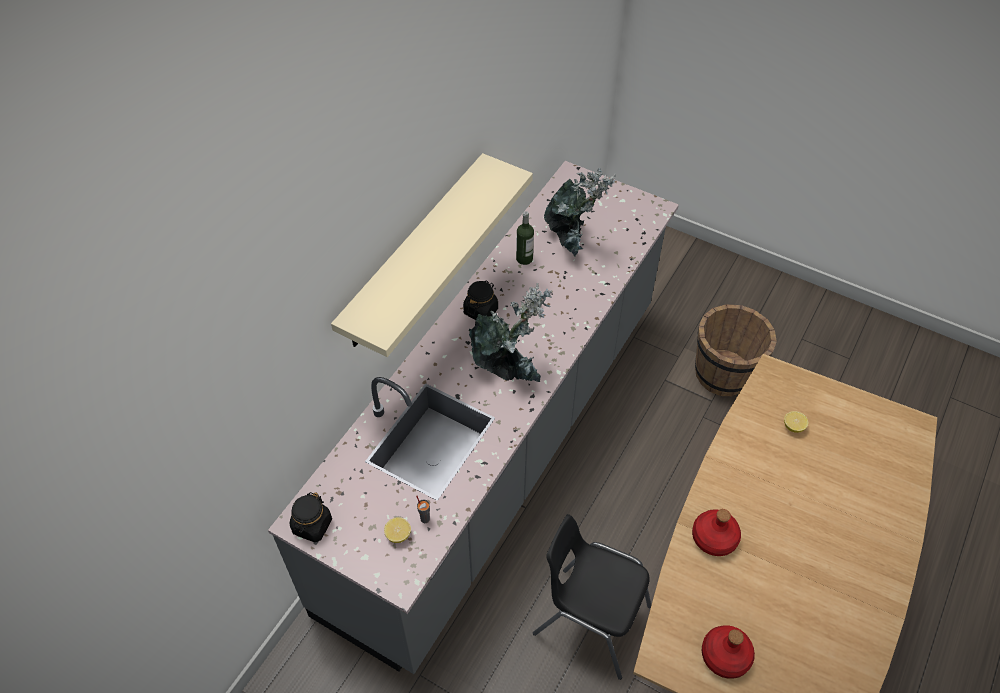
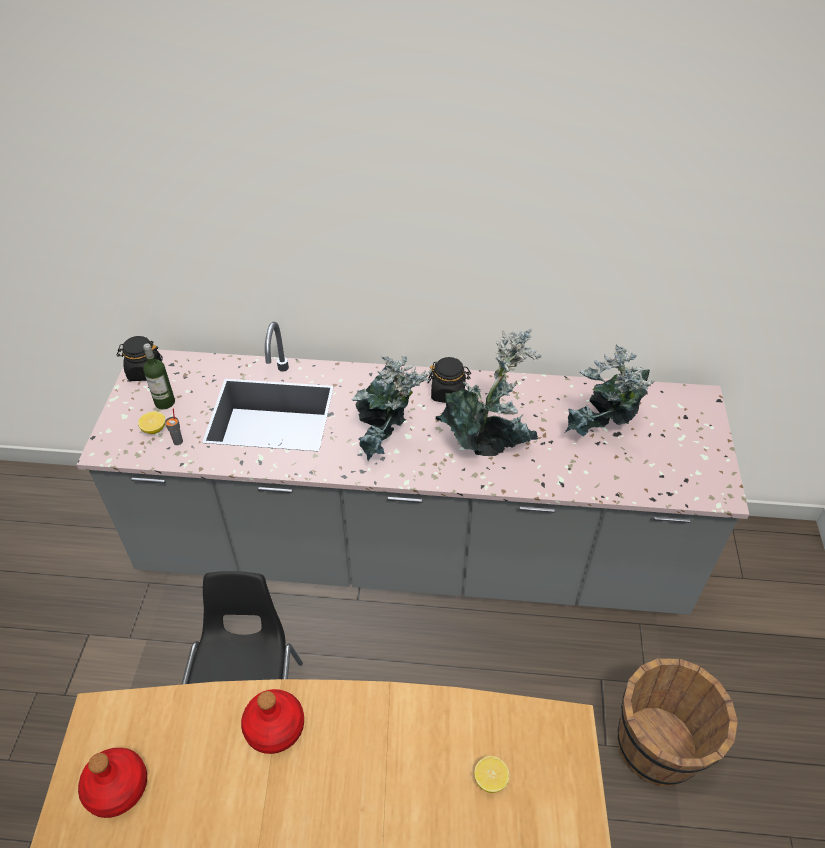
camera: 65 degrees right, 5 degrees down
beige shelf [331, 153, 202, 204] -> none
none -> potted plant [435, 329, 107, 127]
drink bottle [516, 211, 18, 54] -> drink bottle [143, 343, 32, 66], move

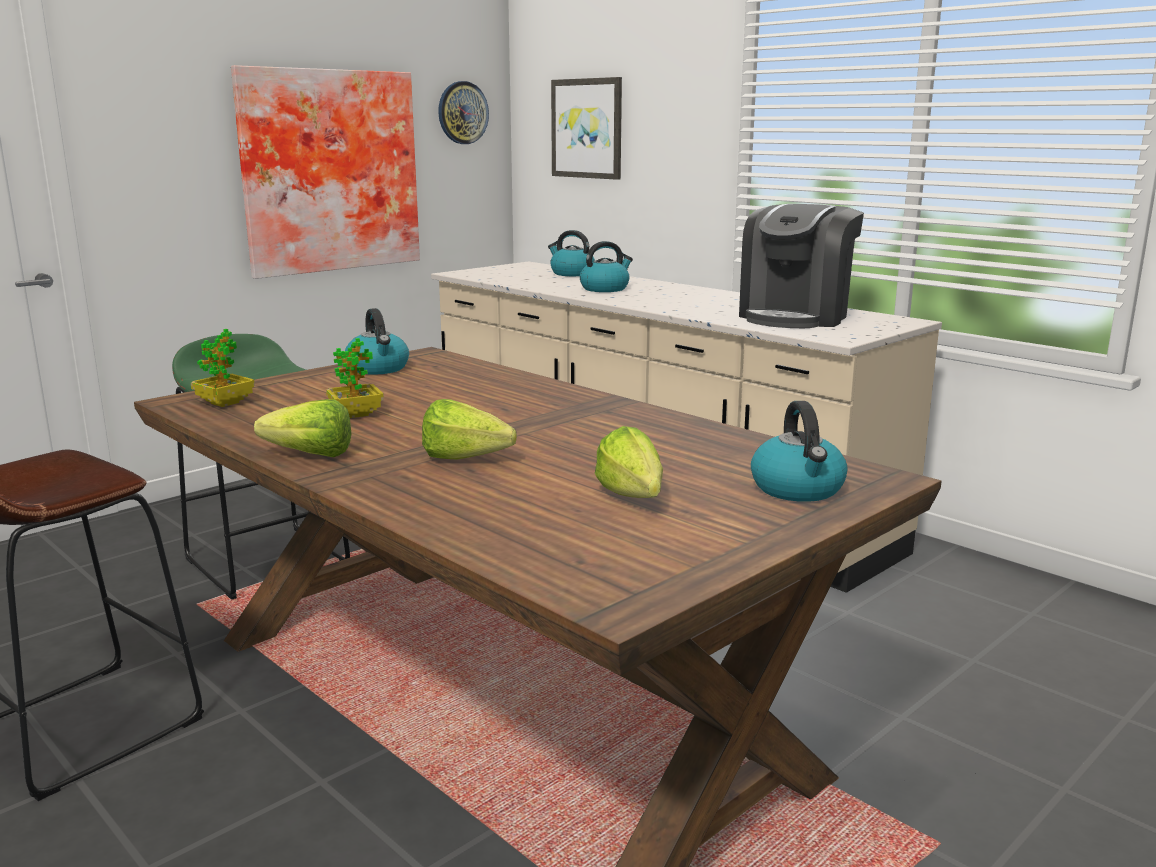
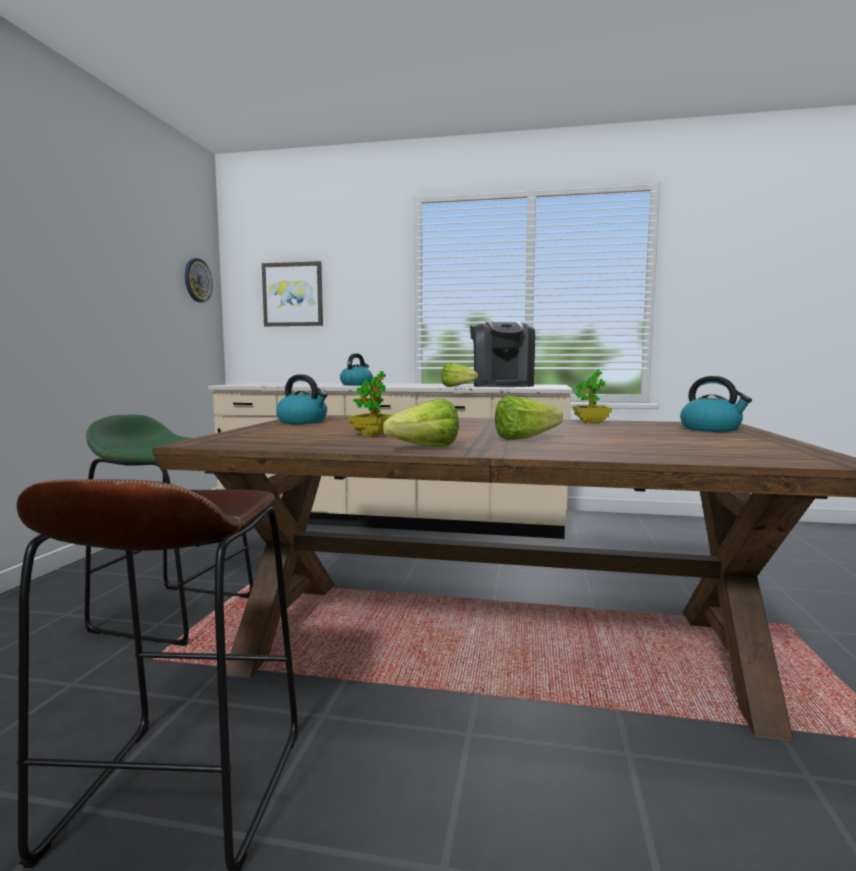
camera: 35 degrees left, 10 degrees down
wall picture [231, 65, 189, 214] -> none
tea kettle [548, 230, 47, 46] -> none
potted plant [191, 329, 64, 78] -> potted plant [573, 370, 39, 54], move
lettuce [595, 426, 68, 72] -> lettuce [441, 362, 37, 25], move

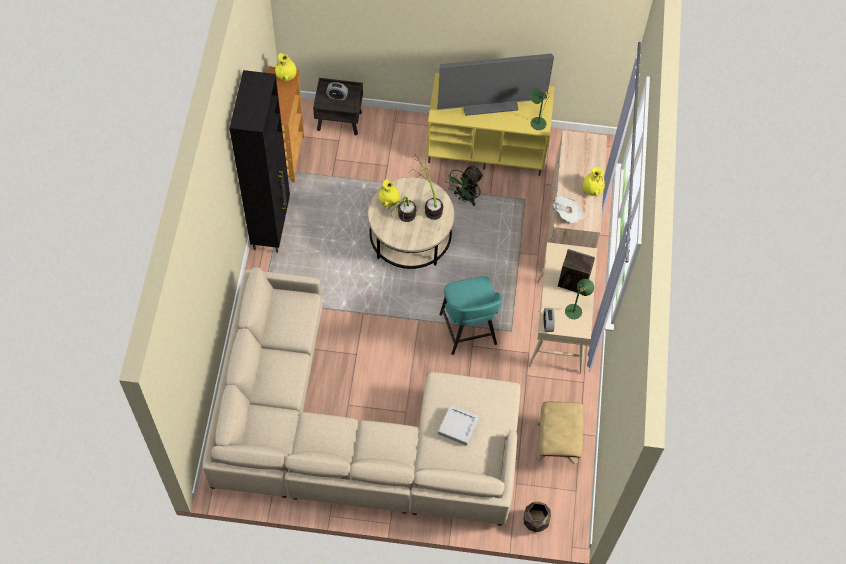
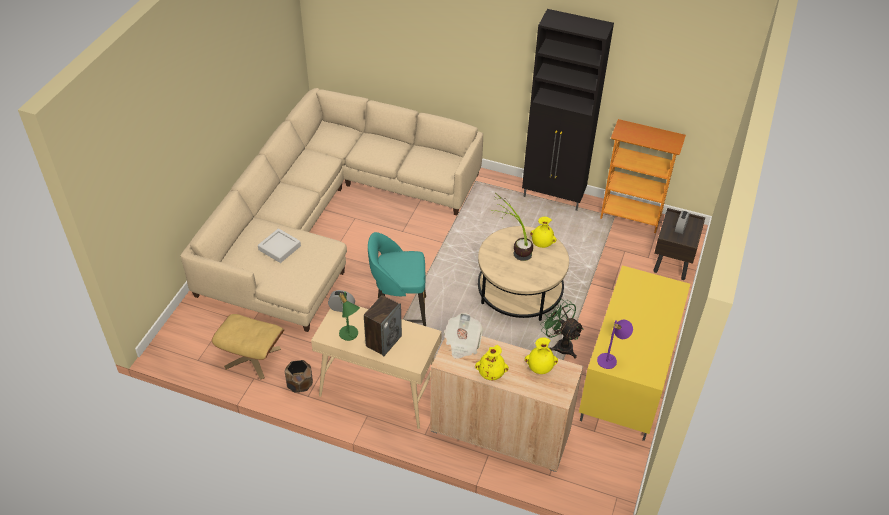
camera: 105 degrees right, 15 degrees down
potted plant [411, 154, 32, 66] -> none
TV set [437, 53, 117, 63] -> none
yellow decorative vase [275, 53, 22, 28] -> yellow decorative vase [525, 337, 33, 37], move
brownish flower pot [524, 502, 27, 30] -> brownish flower pot [285, 360, 28, 33], move
green-coloured lamp for a table [530, 88, 18, 42] -> purple lamp for a table [597, 320, 36, 49]

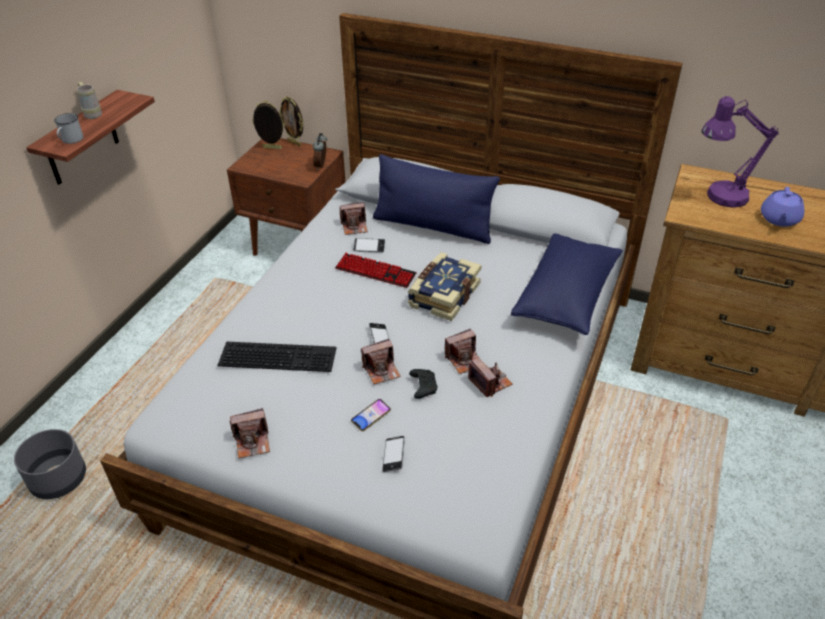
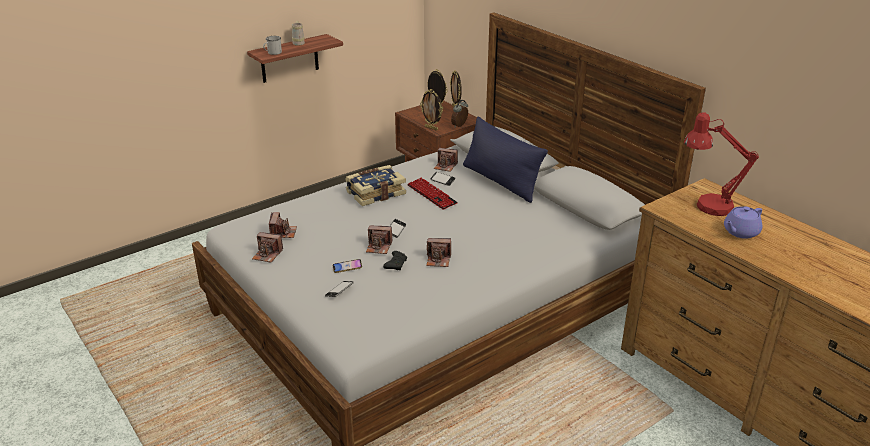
camera: 30 degrees right, 10 degrees down
gray flower pot [14, 429, 72, 70] -> none
keyboard [218, 341, 119, 31] -> none
blue-coloured cushion [511, 233, 112, 102] -> none
none -> picture frame [420, 89, 23, 42]
book [408, 252, 73, 69] -> book [345, 165, 61, 41], move
photo camera [468, 358, 45, 39] -> photo camera [269, 212, 28, 26], move
purple lamp for a table [702, 96, 77, 112] -> red-coloured lamp for a table [684, 112, 75, 104]

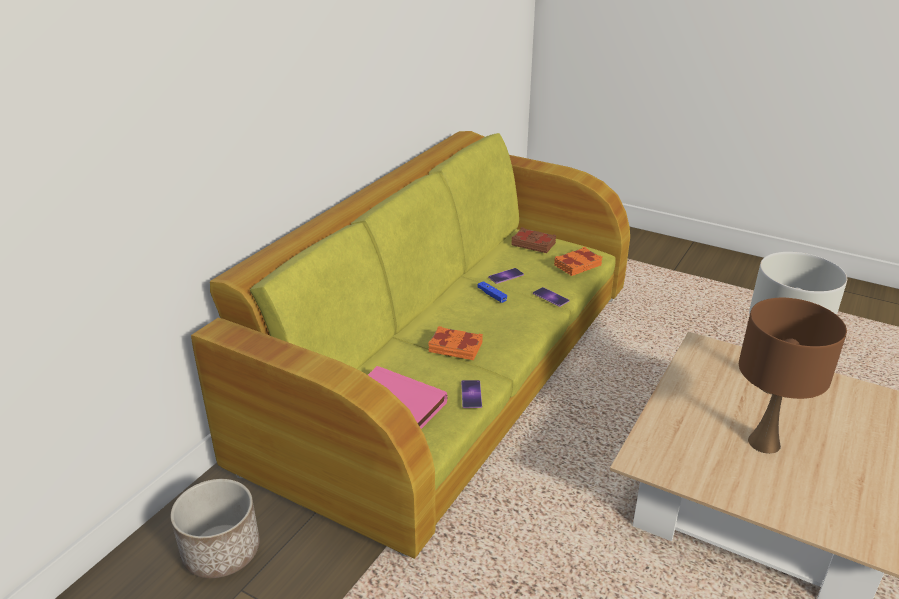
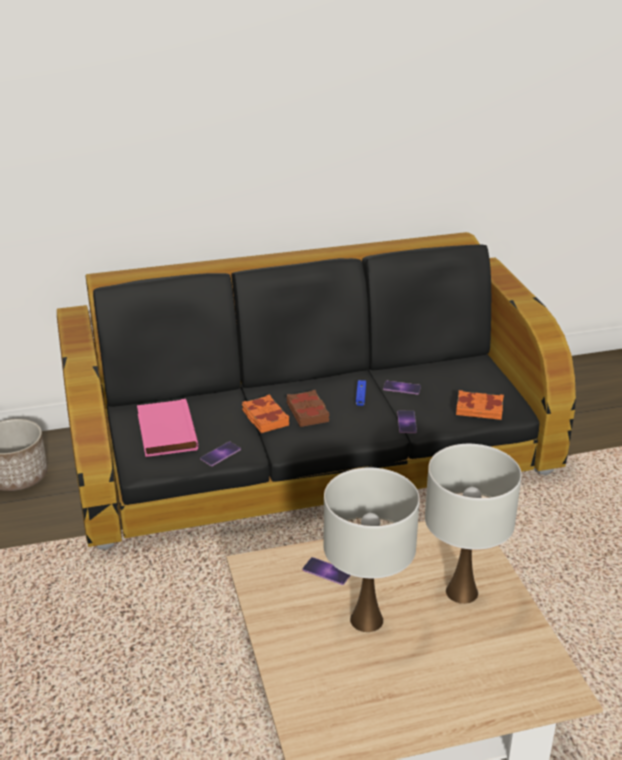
camera: 45 degrees right, 0 degrees up
none -> phone [302, 557, 49, 28]
brownish book [512, 227, 44, 26] -> brownish book [287, 390, 43, 37], move
green-coloured sofa [191, 131, 439, 428] -> black sofa [57, 232, 519, 318]
brownish lamp for a table [739, 298, 108, 156] -> white-coloured lamp for a table [323, 467, 97, 165]

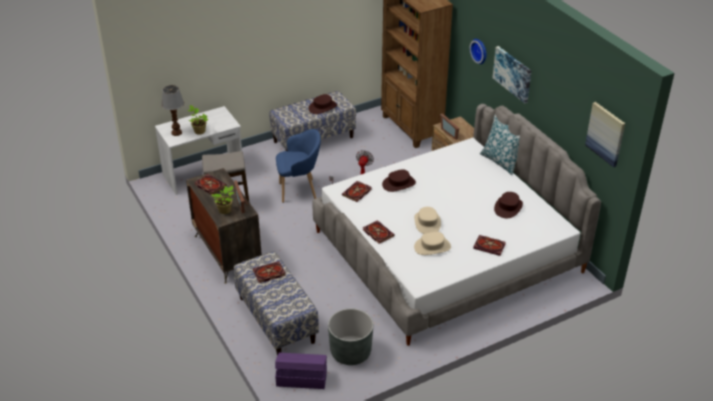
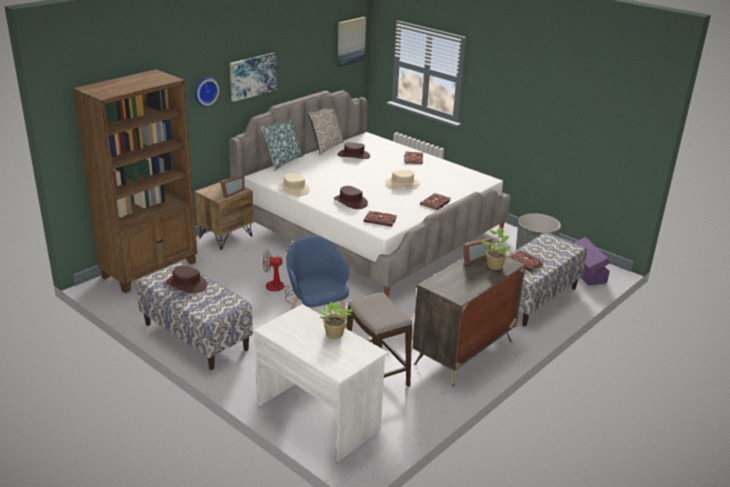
camera: 110 degrees left, 10 degrees down
lamp for a table [161, 85, 23, 51] -> none
book [194, 174, 32, 20] -> none
none -> cushion [308, 105, 36, 51]
beige hat [414, 232, 37, 23] -> beige hat [279, 173, 31, 23], move

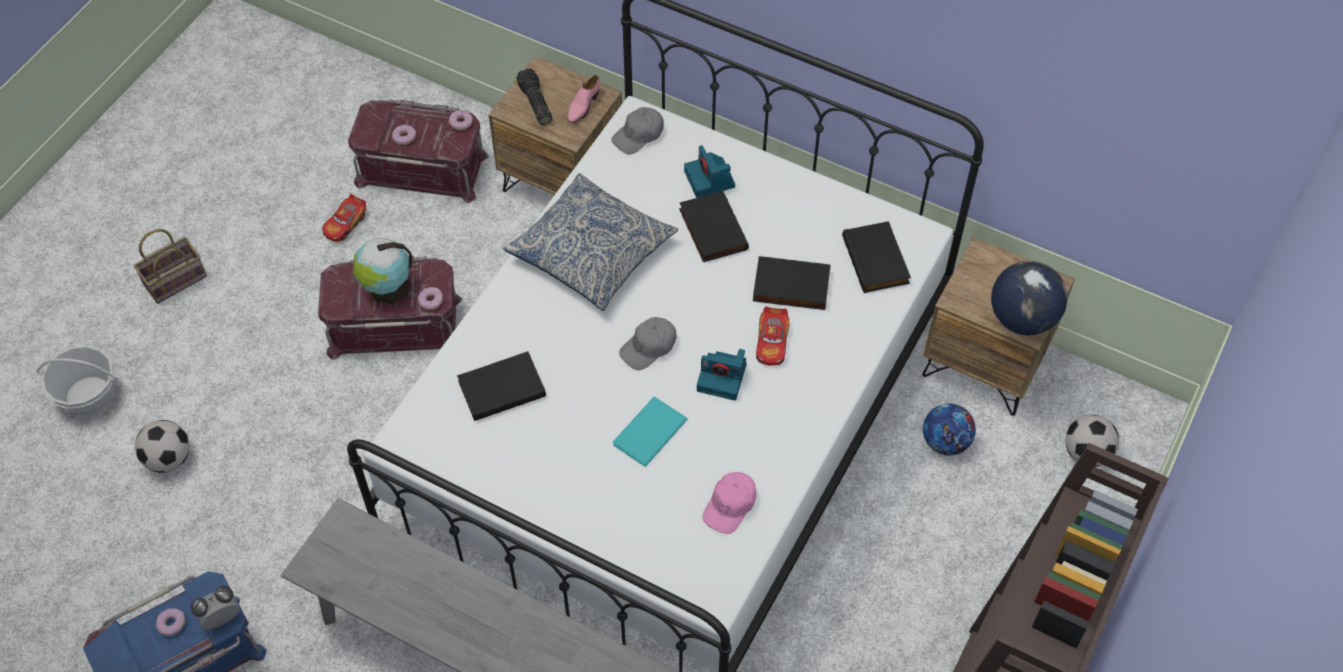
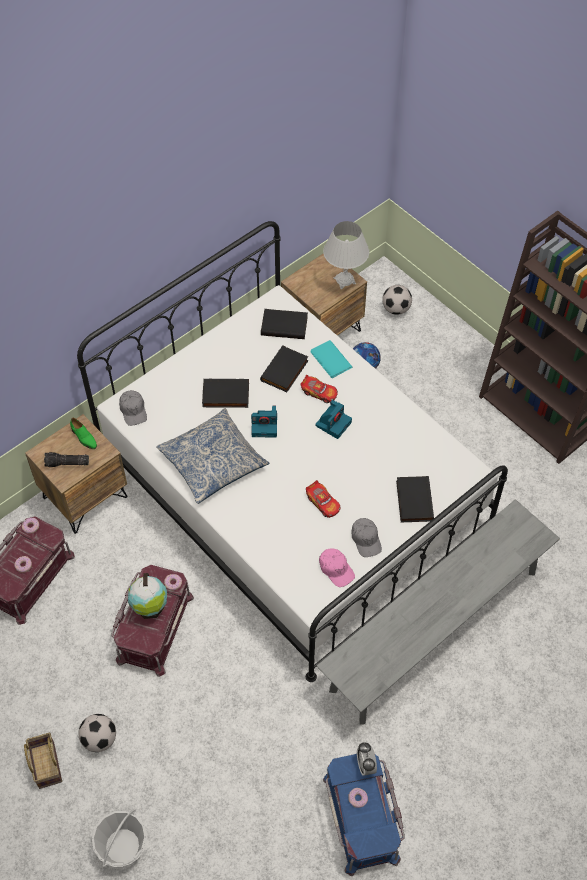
camera: 70 degrees left, 0 degrees up
football ball [135, 420, 55, 53] -> football ball [79, 714, 37, 38], move
toy car [322, 194, 44, 48] -> toy car [306, 480, 35, 38], move
black book [457, 351, 89, 70] -> black book [396, 476, 38, 46], move
blue-green book [613, 397, 74, 70] -> blue-green book [311, 340, 41, 38], move
gray baseball cap [619, 317, 58, 53] -> gray baseball cap [351, 518, 31, 39], move
photo camera [684, 145, 51, 53] -> photo camera [251, 406, 26, 31], move
pink-coloured baseball cap [702, 472, 54, 62] -> pink-coloured baseball cap [319, 549, 36, 38], move
globe [991, 261, 77, 74] -> white-coloured lamp for a table [323, 221, 46, 68]
pink-coloured item of footwear [568, 75, 32, 48] -> green-coloured item of footwear [70, 418, 27, 31]

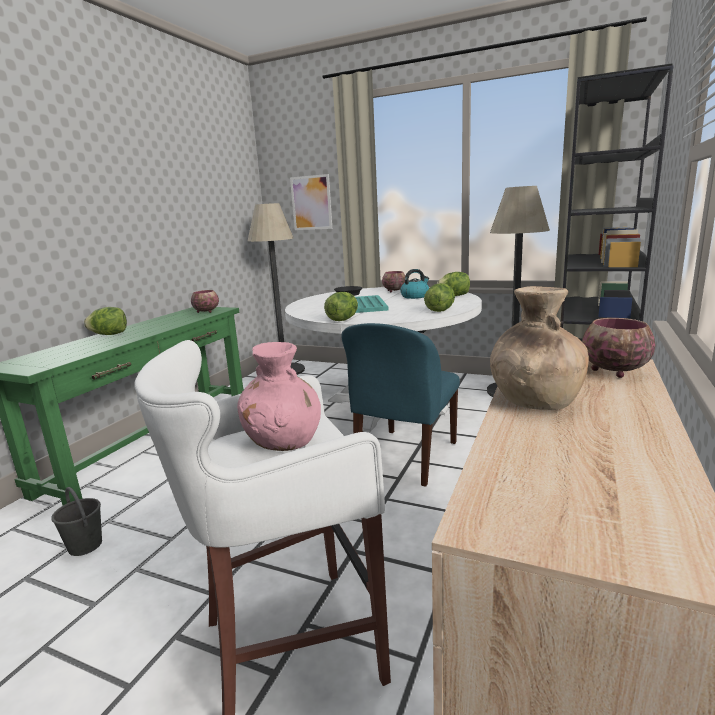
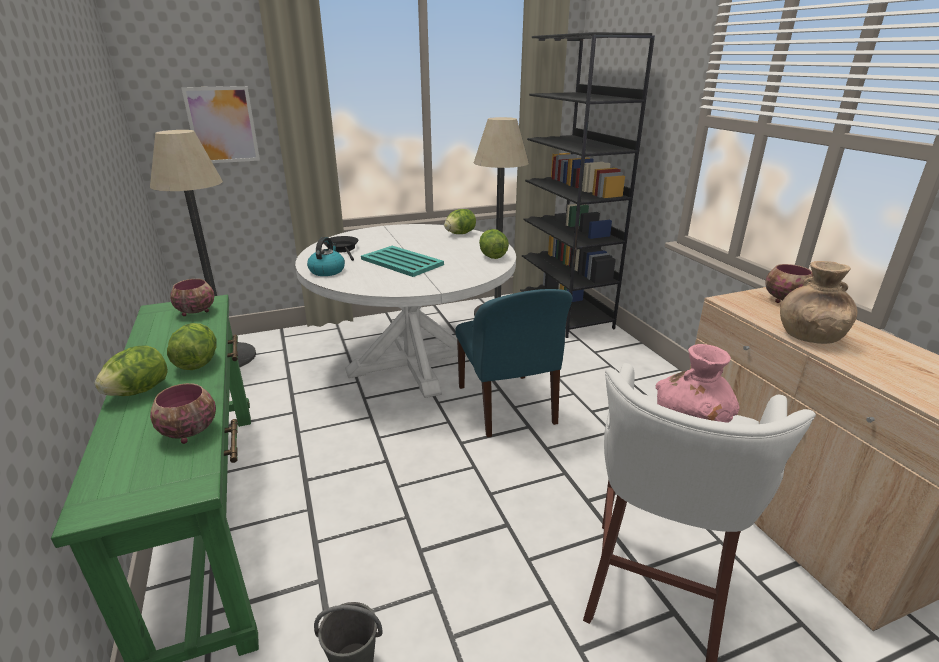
camera: 45 degrees left, 10 degrees up
lettuce [324, 292, 34, 29] -> lettuce [167, 323, 49, 47], move
bowl [382, 271, 23, 21] -> bowl [150, 383, 66, 61], move
tea kettle [400, 269, 29, 30] -> tea kettle [307, 237, 38, 39], move

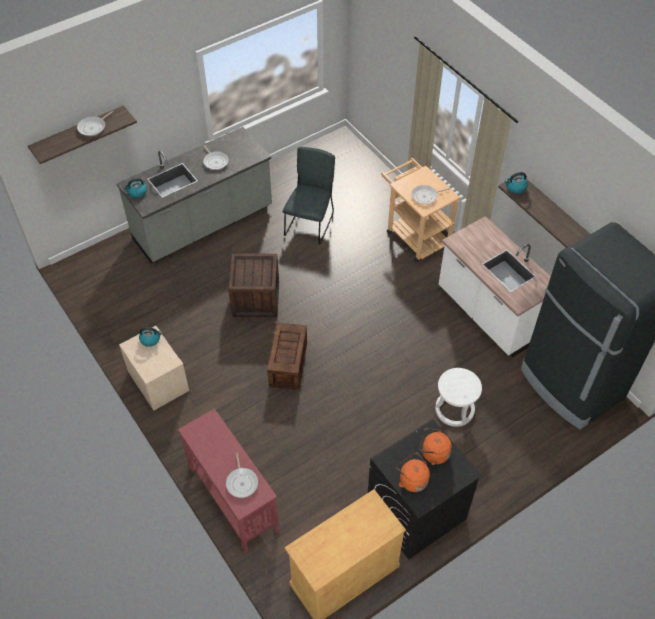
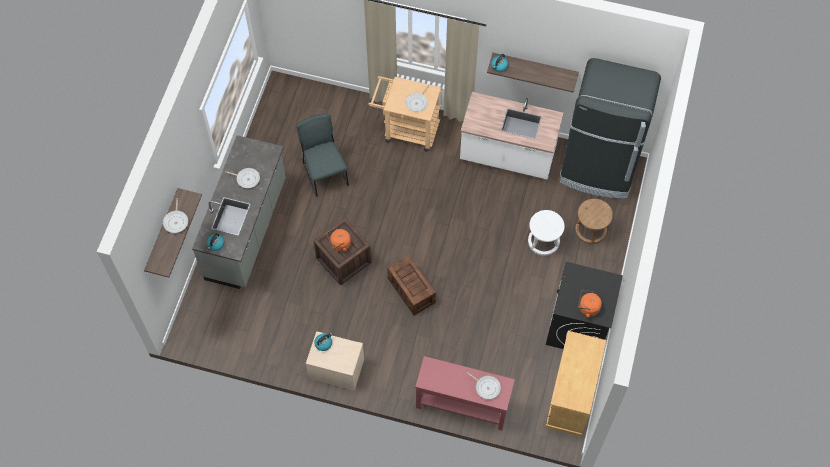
camera: 40 degrees left, 10 degrees up
none -> brownish stool [575, 199, 38, 45]
orange-coloured tea kettle [420, 428, 32, 37] -> orange-coloured tea kettle [327, 228, 24, 24], move

